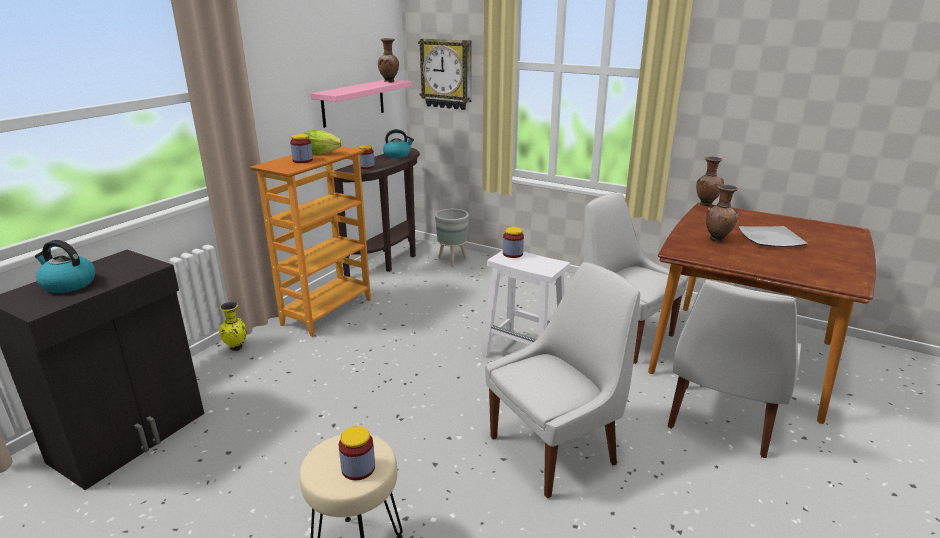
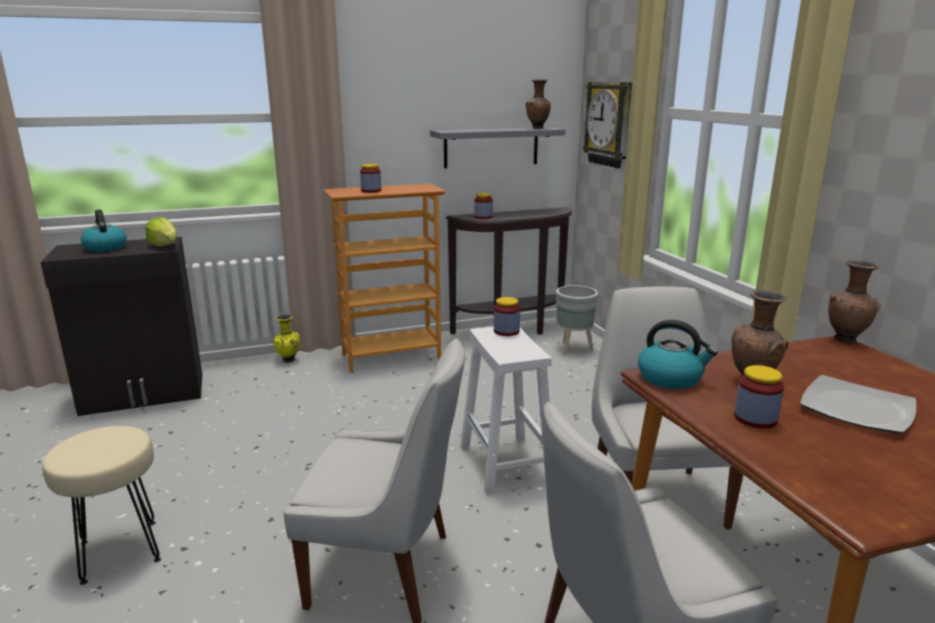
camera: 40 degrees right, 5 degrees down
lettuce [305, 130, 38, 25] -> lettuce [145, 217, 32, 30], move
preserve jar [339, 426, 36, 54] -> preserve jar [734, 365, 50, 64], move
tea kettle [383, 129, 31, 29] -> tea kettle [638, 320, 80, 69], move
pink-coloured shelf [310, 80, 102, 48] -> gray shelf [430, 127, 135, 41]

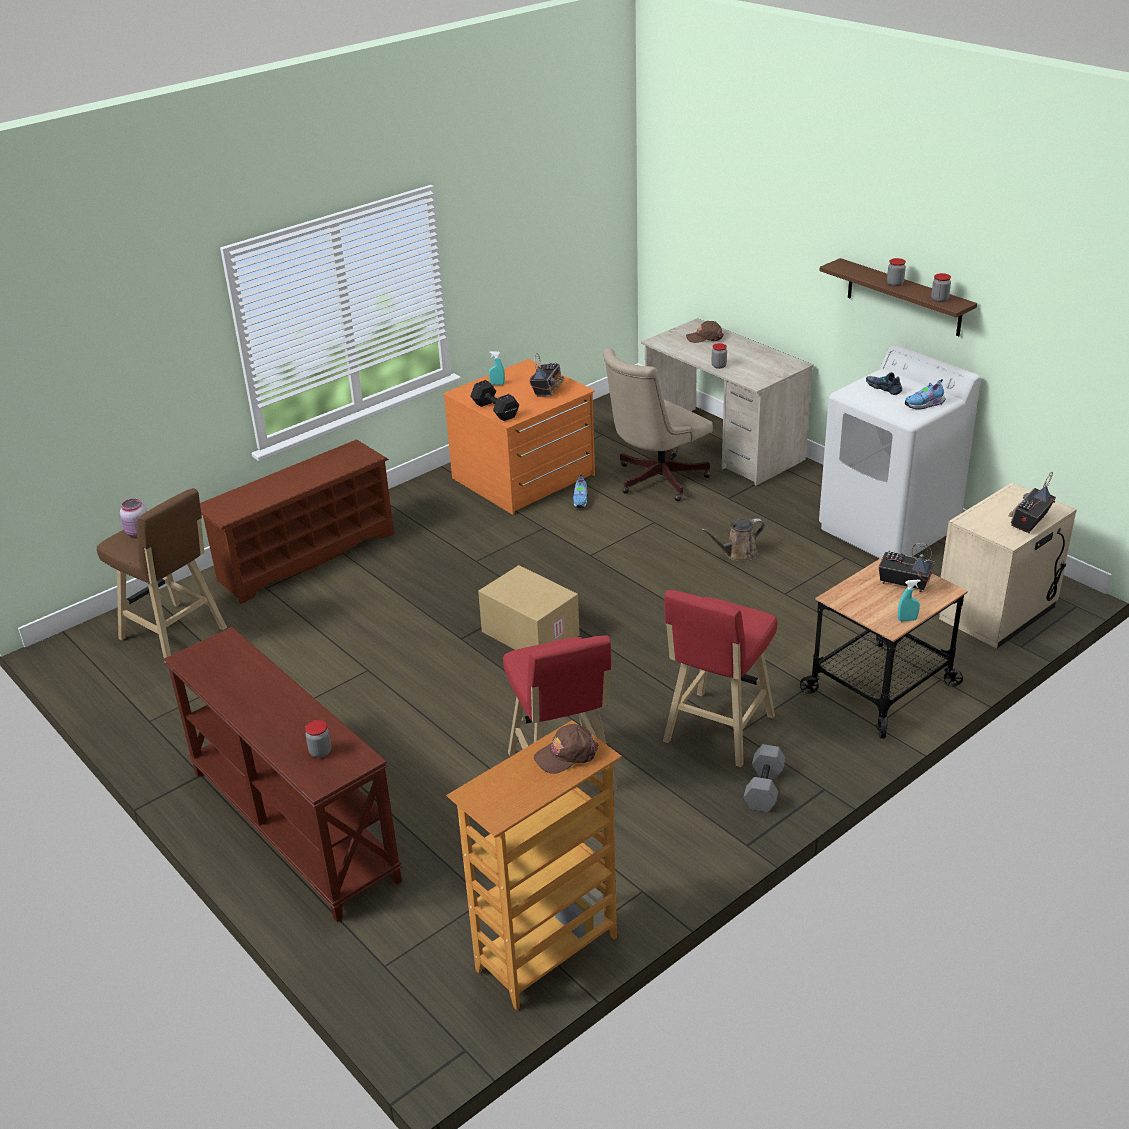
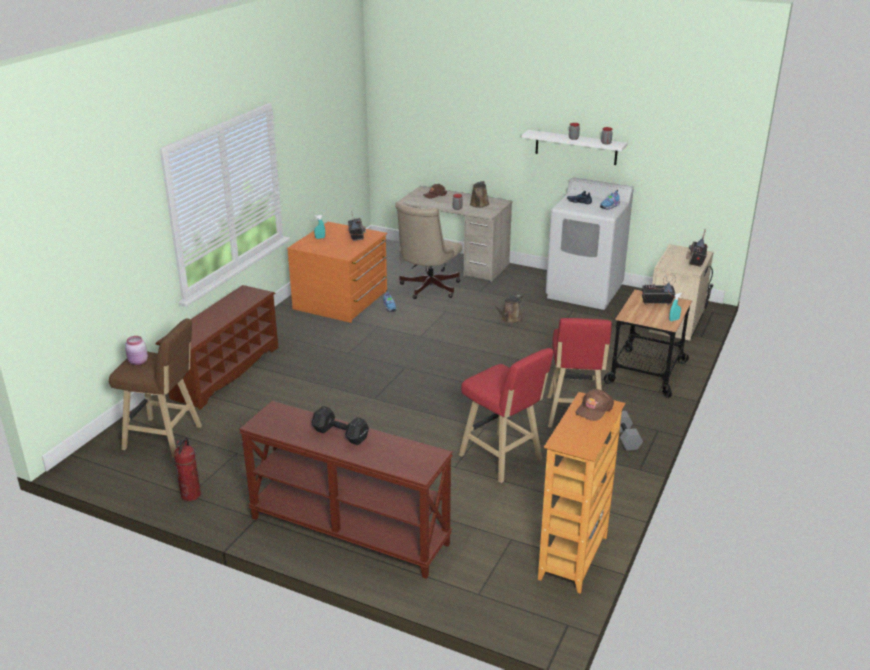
camera: 25 degrees left, 5 degrees down
preserve jar [305, 720, 27, 38] -> none
carton [478, 565, 101, 85] -> none
none -> fire extinguisher [174, 437, 27, 64]
none -> brownish watering can [470, 181, 19, 27]
black dumbbell [470, 380, 49, 41] -> black dumbbell [312, 406, 57, 39], move
brownish shelf [819, 258, 158, 78] -> white-coloured shelf [522, 130, 105, 35]

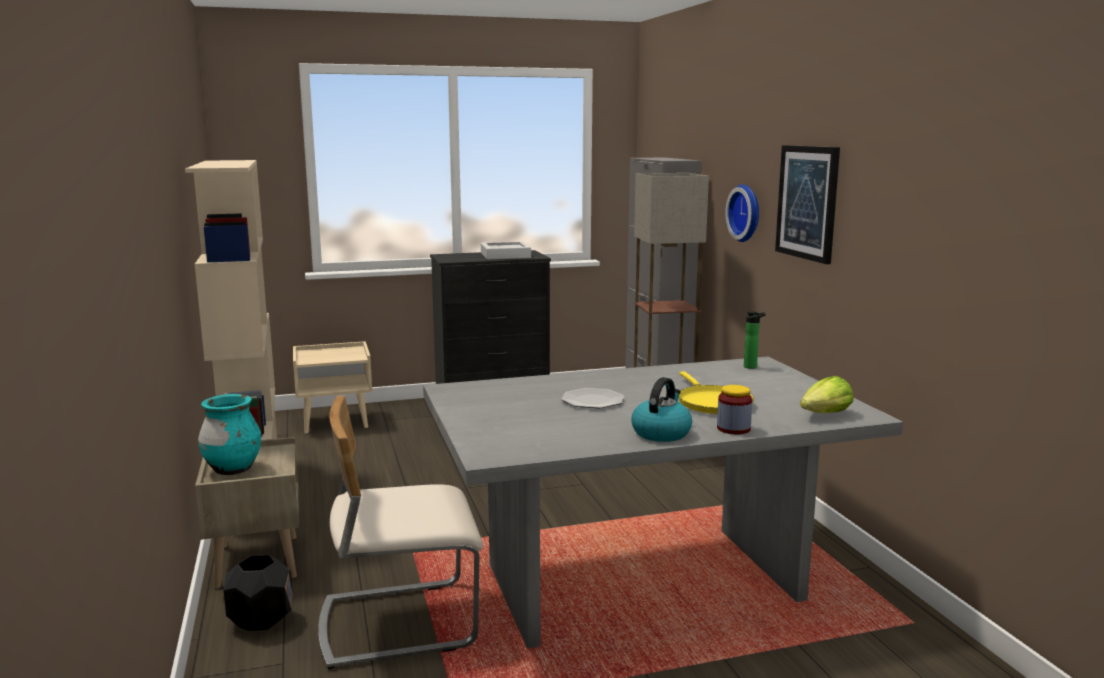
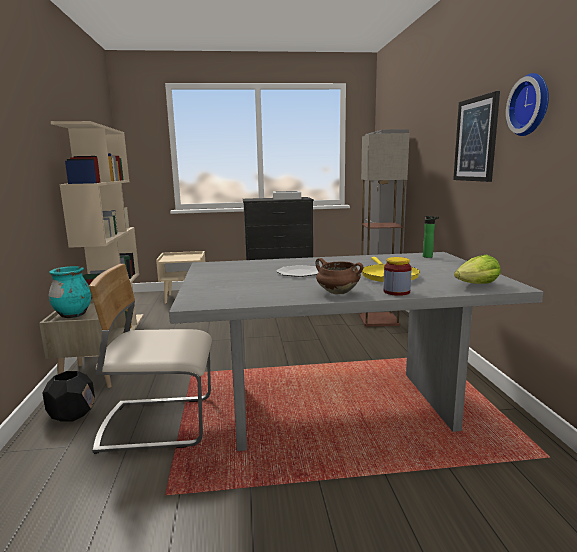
camera: 10 degrees right, 0 degrees up
hanging clock [725, 184, 34, 58] -> hanging clock [506, 73, 43, 63], move
tea kettle [631, 377, 61, 65] -> brownish stockpot [316, 258, 47, 37]

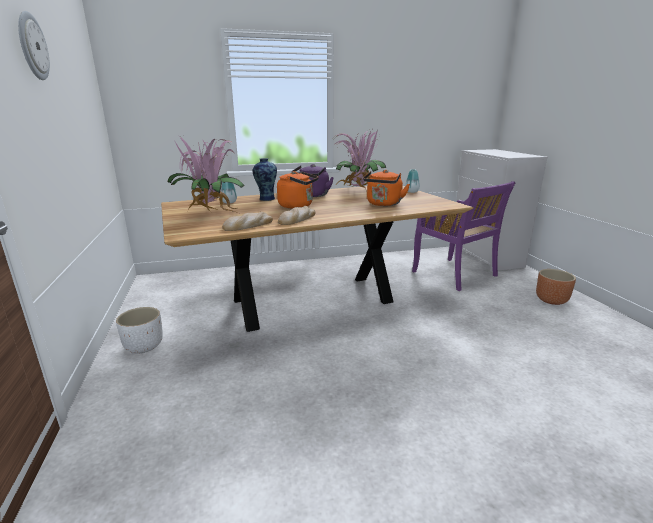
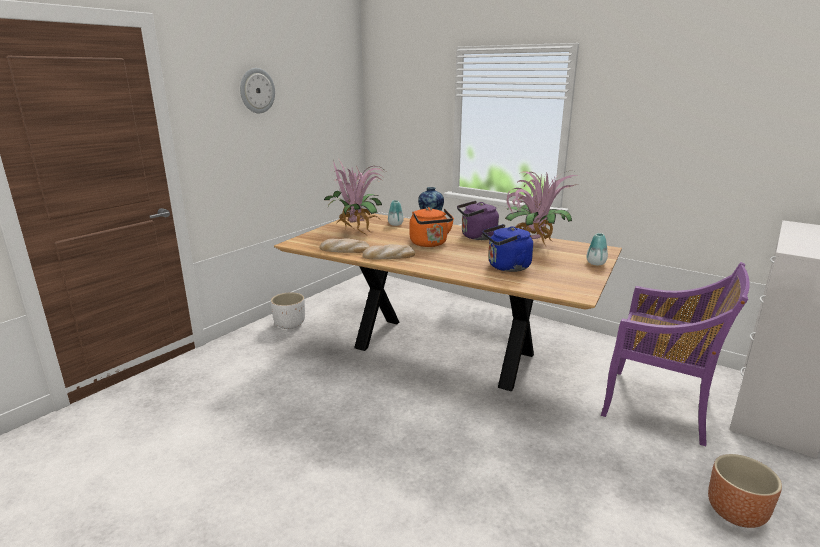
camera: 50 degrees right, 0 degrees up
orange-coloured tea kettle [363, 170, 47, 36] -> blue-coloured tea kettle [483, 224, 50, 48]
purple chair [412, 181, 104, 110] -> purple chair [601, 262, 149, 184], 75 degrees counterclockwise

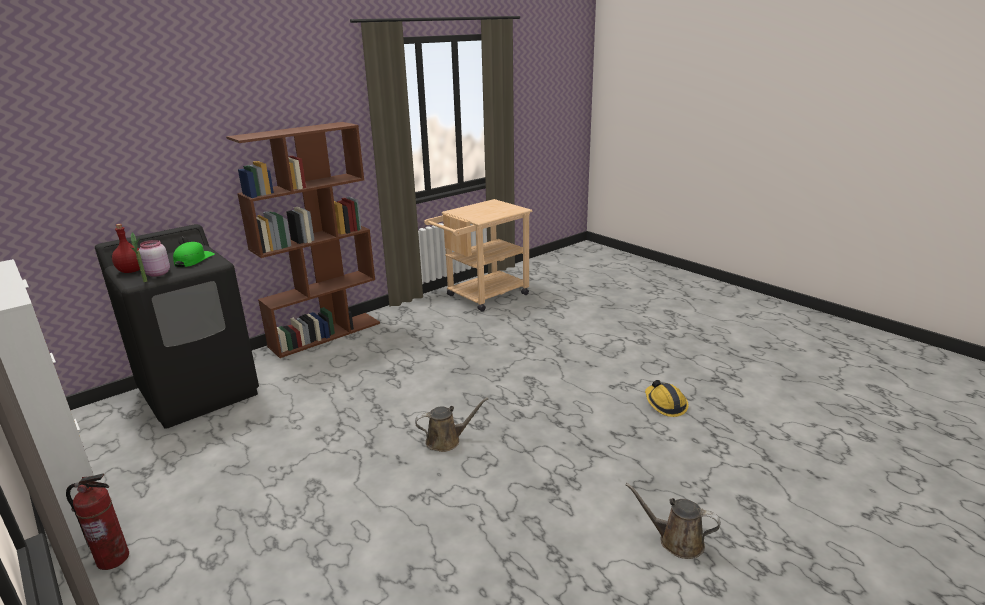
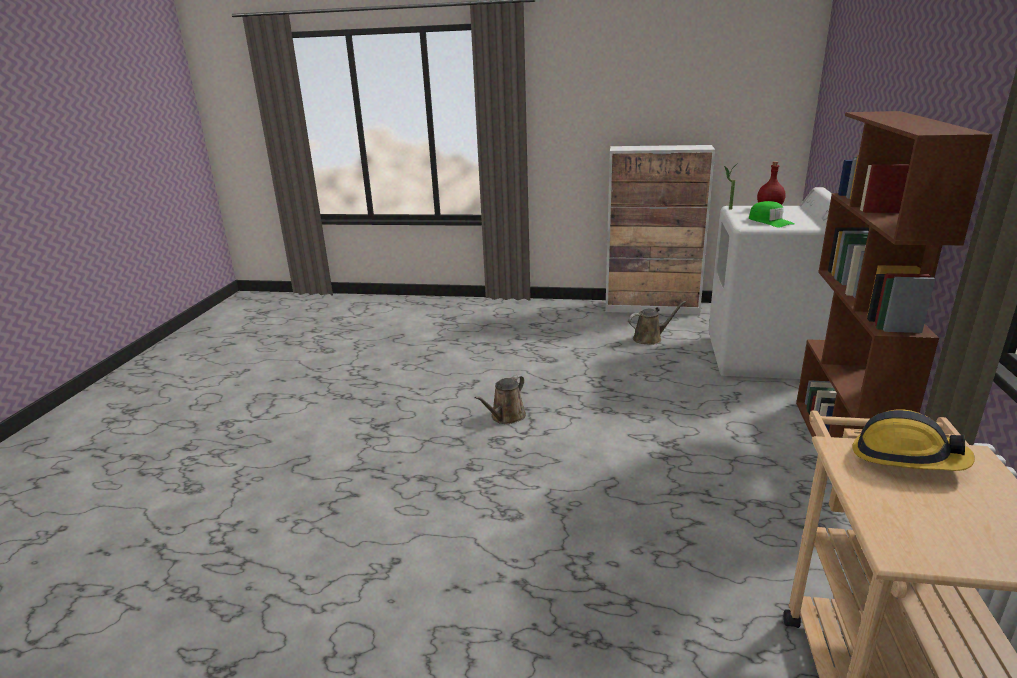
camera: 140 degrees right, 0 degrees up
fire extinguisher [66, 474, 63, 96] -> none
pink-coloured preserve jar [139, 240, 31, 37] -> none
brownish watering can [626, 483, 95, 76] -> brownish watering can [628, 301, 58, 44], move
work helmet [645, 380, 44, 37] -> work helmet [852, 409, 123, 62], move
black laundry appliance [95, 224, 164, 205] -> white-coloured laundry appliance [708, 187, 126, 192]

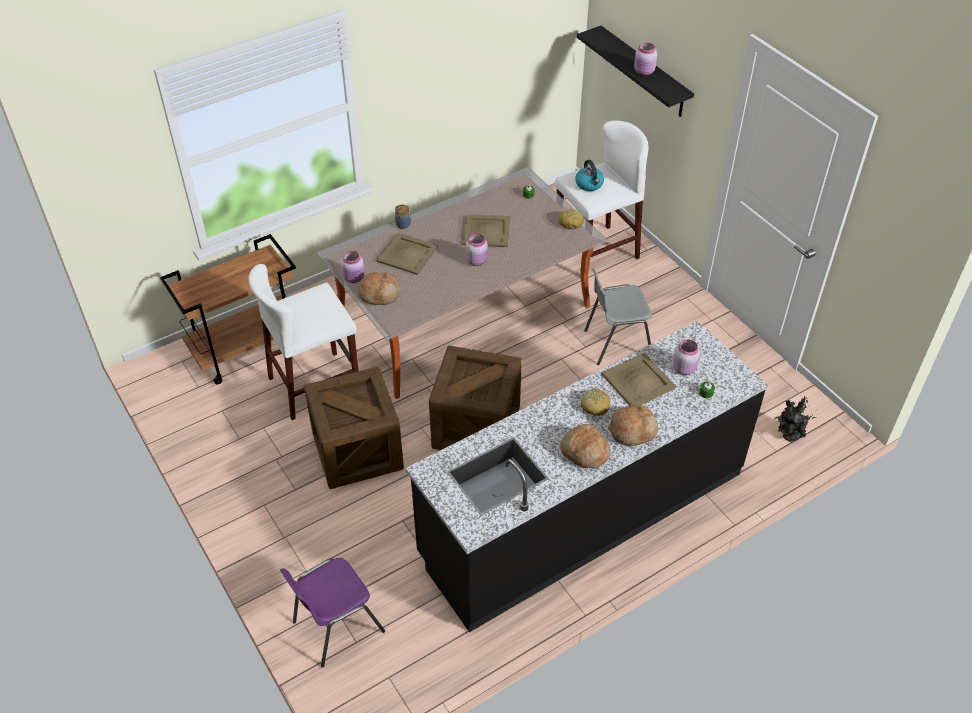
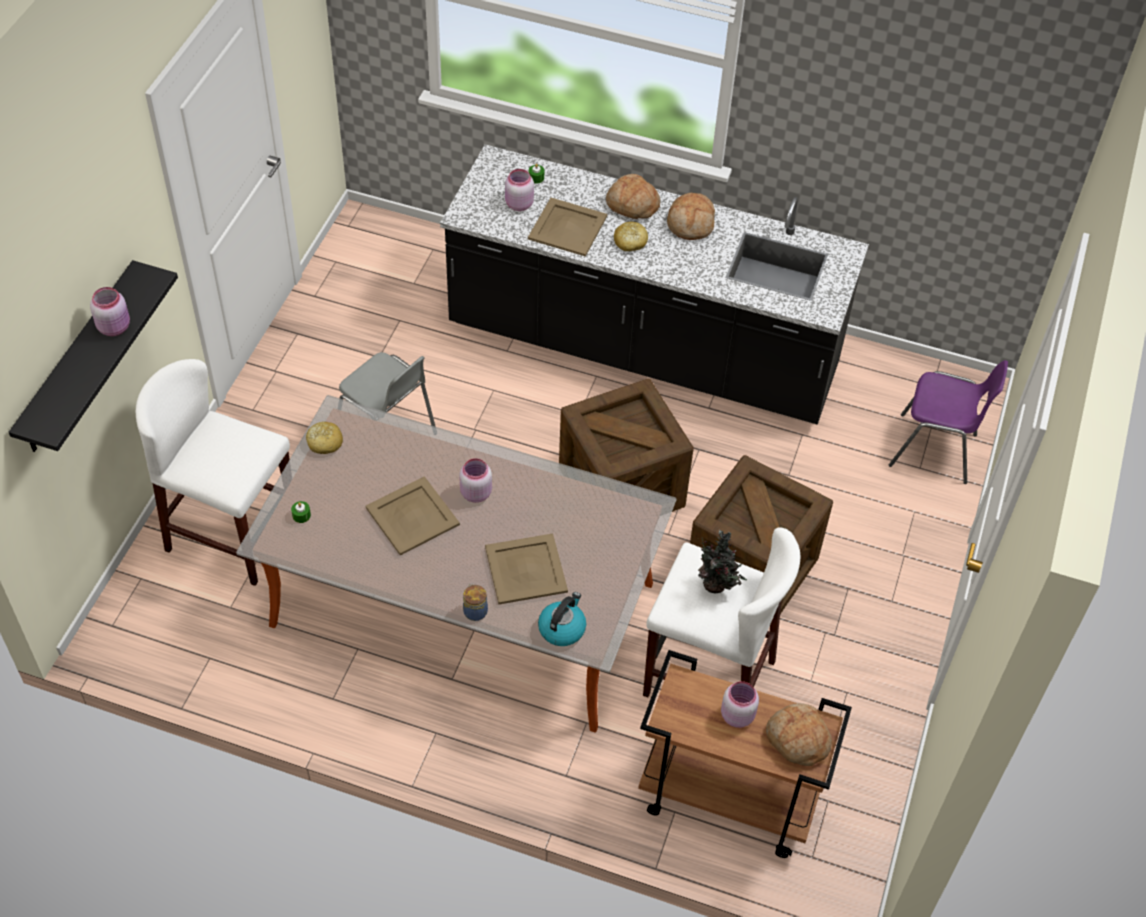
camera: 130 degrees left, 5 degrees up
pink-coloured preserve jar [341, 251, 24, 32] -> pink-coloured preserve jar [721, 681, 38, 47], move
bakery bread [358, 272, 42, 33] -> bakery bread [766, 703, 66, 63], move
tea kettle [575, 160, 29, 31] -> tea kettle [538, 592, 48, 54], move
potted plant [774, 396, 42, 46] -> potted plant [698, 530, 49, 63], move

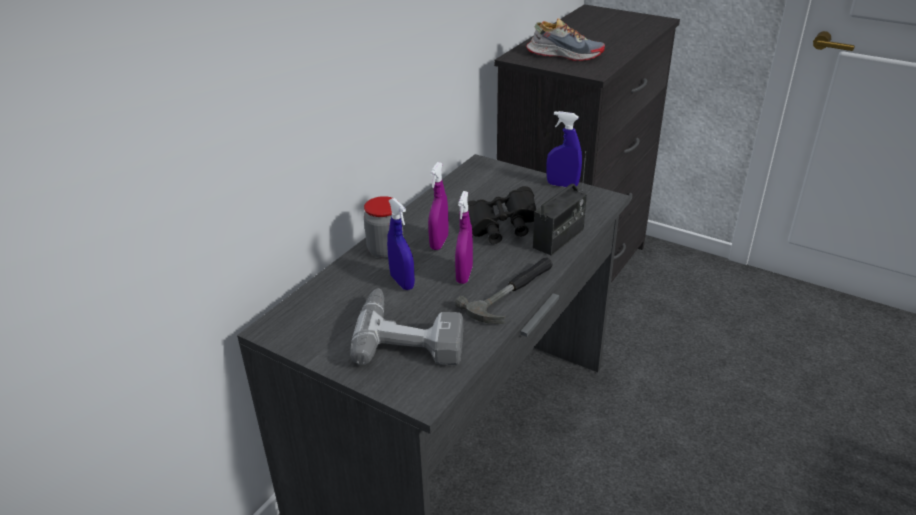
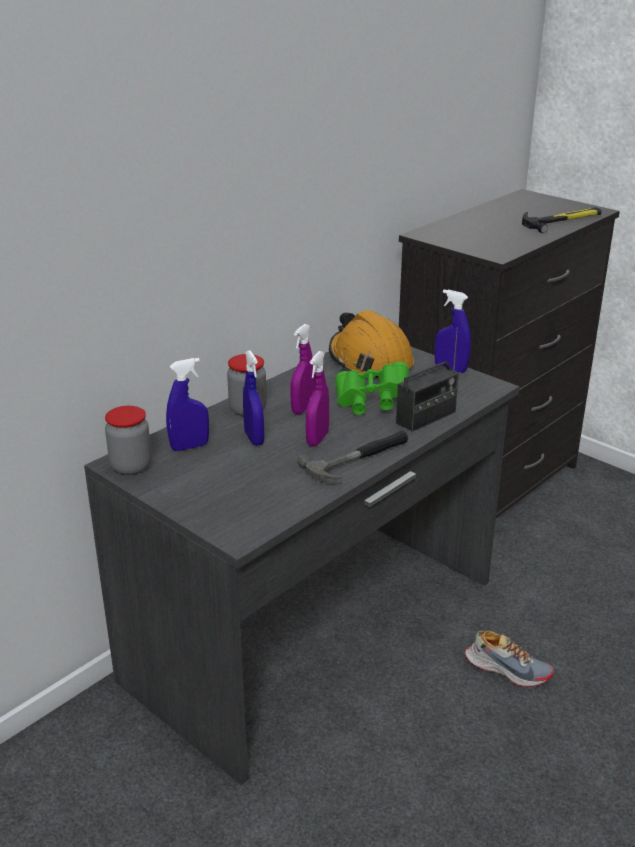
camera: 10 degrees right, 5 degrees down
drill [350, 288, 113, 77] -> none
none -> preserve jar [105, 406, 46, 69]
none -> blue-coloured sprayer [166, 358, 43, 93]
none -> orange-coloured work helmet [329, 310, 85, 68]
none -> hammer [522, 207, 80, 26]
item of footwear [526, 18, 79, 43] -> item of footwear [465, 631, 89, 56], move
black pair of binoculars [467, 186, 69, 58] -> green-coloured pair of binoculars [335, 361, 74, 54]

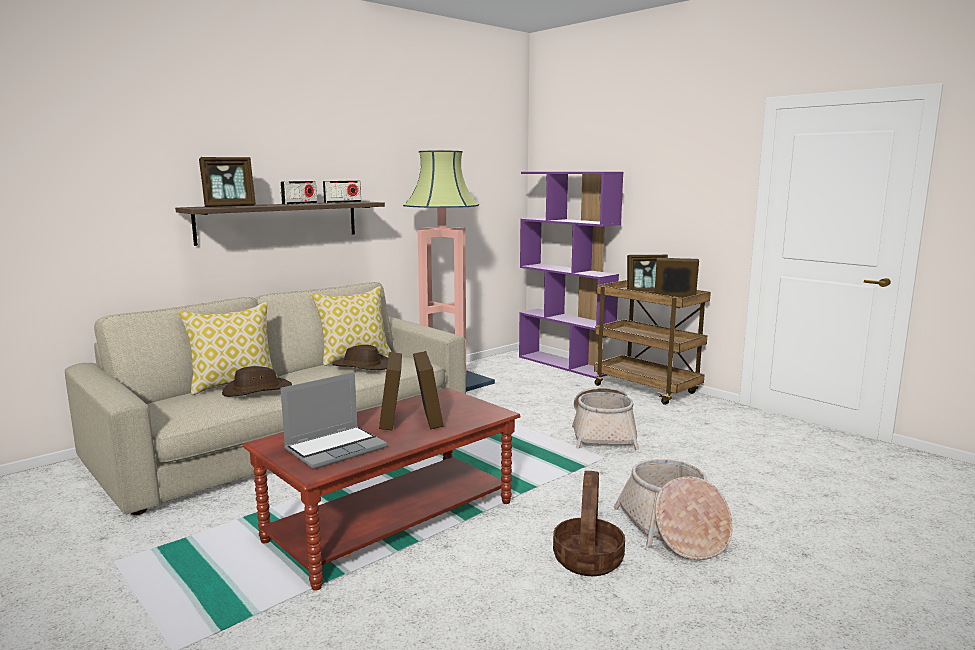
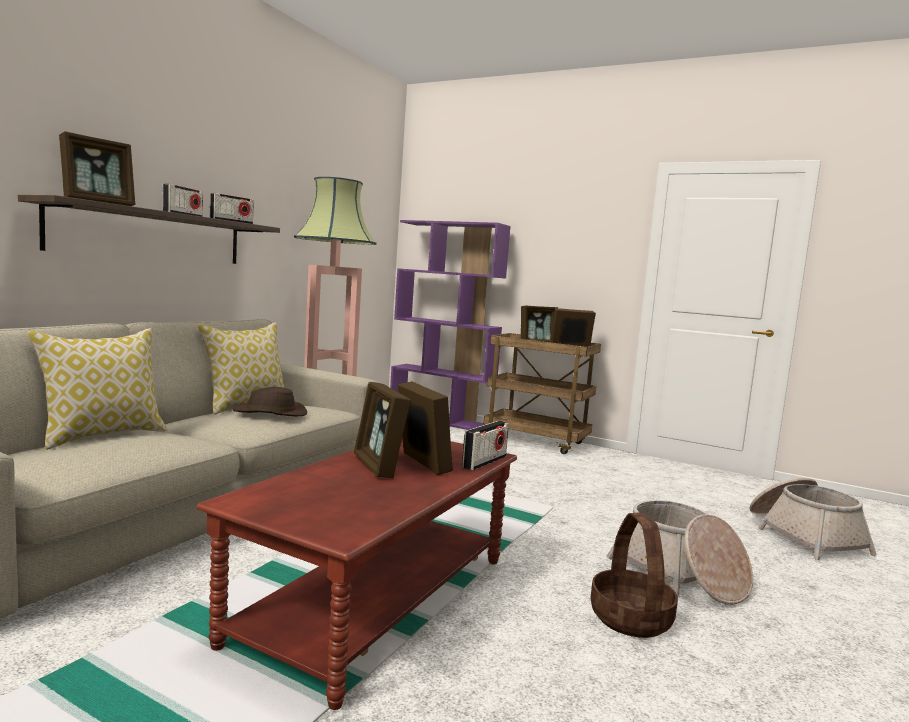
camera: 20 degrees left, 5 degrees down
brownish hat [222, 366, 70, 31] -> none
notebook computer [280, 372, 107, 97] -> none
none -> radio set [462, 421, 47, 50]
household basket [572, 387, 67, 63] -> household basket [750, 478, 127, 82], move

